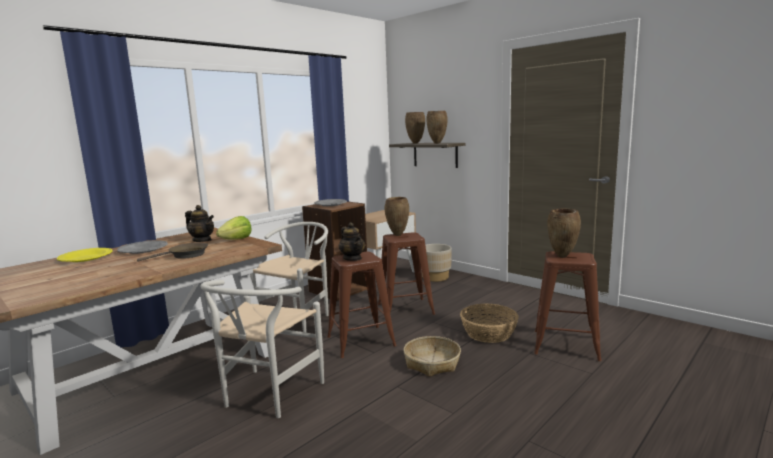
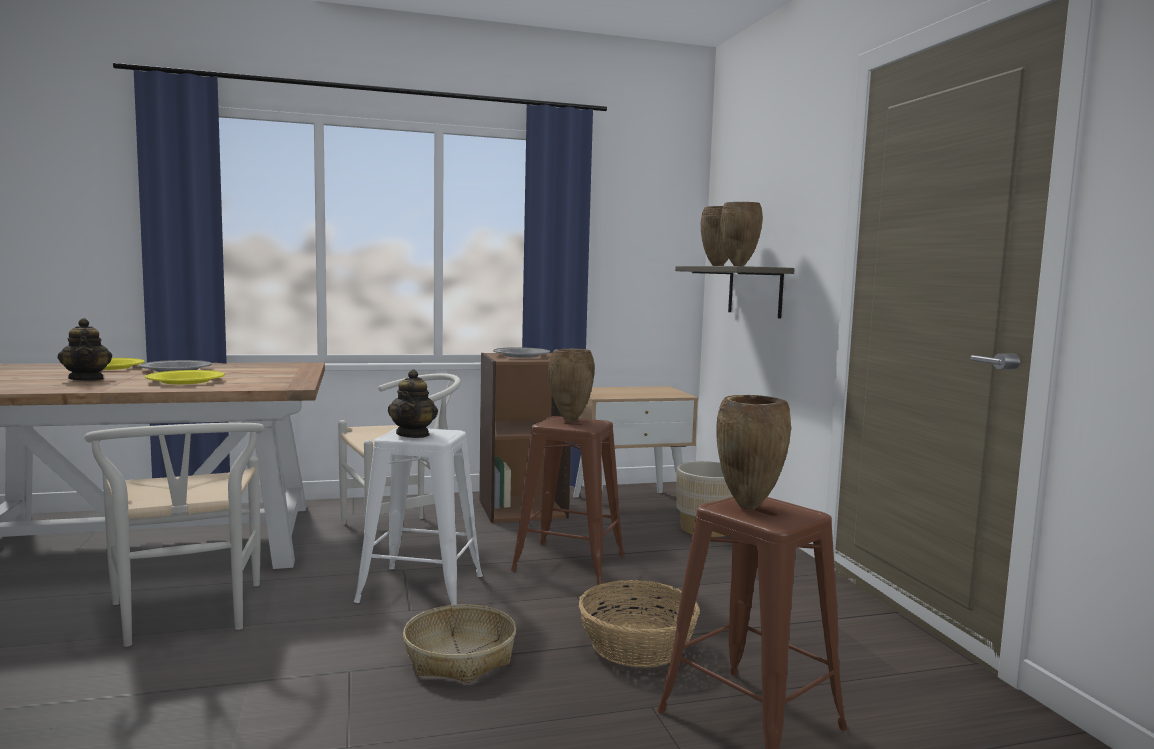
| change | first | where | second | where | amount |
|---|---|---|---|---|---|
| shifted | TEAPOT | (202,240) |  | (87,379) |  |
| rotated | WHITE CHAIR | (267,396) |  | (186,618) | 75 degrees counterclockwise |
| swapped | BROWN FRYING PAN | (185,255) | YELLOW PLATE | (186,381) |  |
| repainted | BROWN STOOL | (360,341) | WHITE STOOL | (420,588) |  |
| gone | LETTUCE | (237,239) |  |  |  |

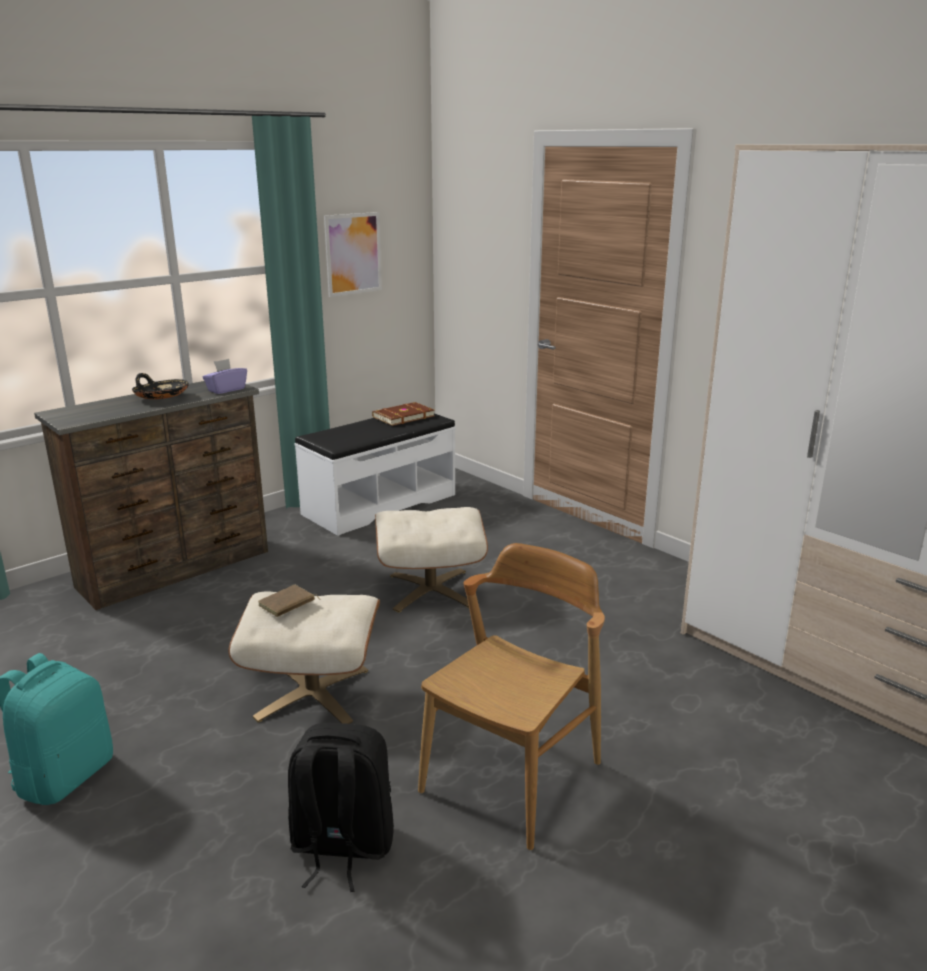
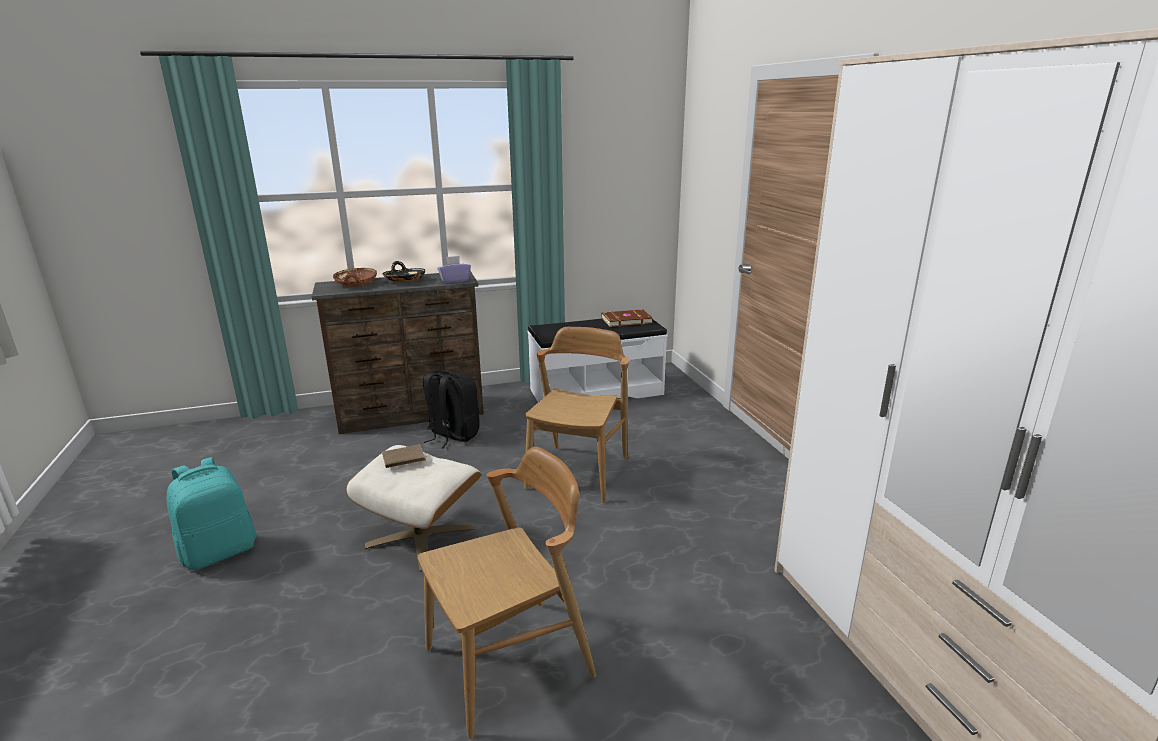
| change | first | where | second | where | amount |
|---|---|---|---|---|---|
| new |  |  | BROWN BOWL | (356,284) |  |
| shifted | BLACK BACKPACK | (341,847) |  | (452,435) |  |
| swapped | BEIGE OTTOMAN | (431,590) | BROWN CHAIR | (578,472) |  |
| gone | PICTURE | (353,254) |  |  |  |

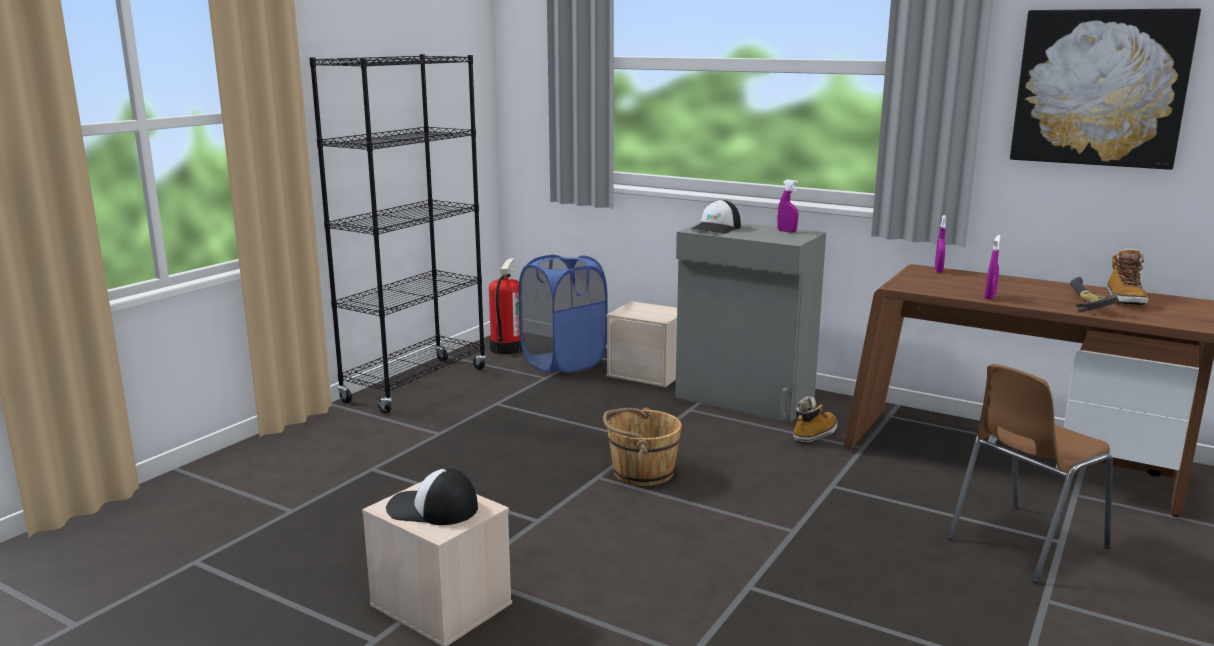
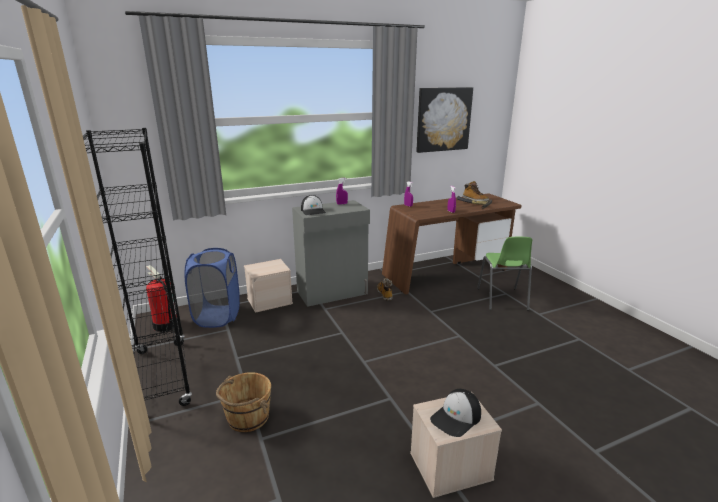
| change | first | where | second | where | amount |
|---|---|---|---|---|---|
| shifted | BROWN BUCKET | (641,472) |  | (247,417) |  |
| repainted | BROWN CHAIR | (1024,543) | GREEN CHAIR | (502,299) |  |

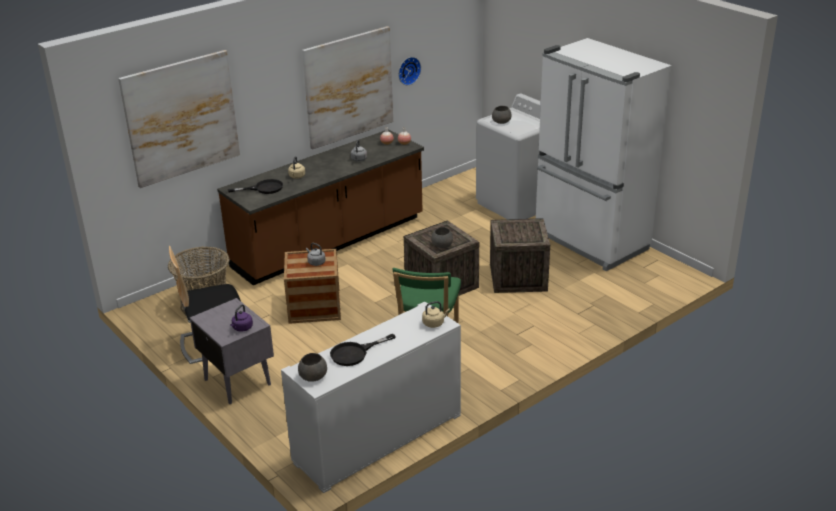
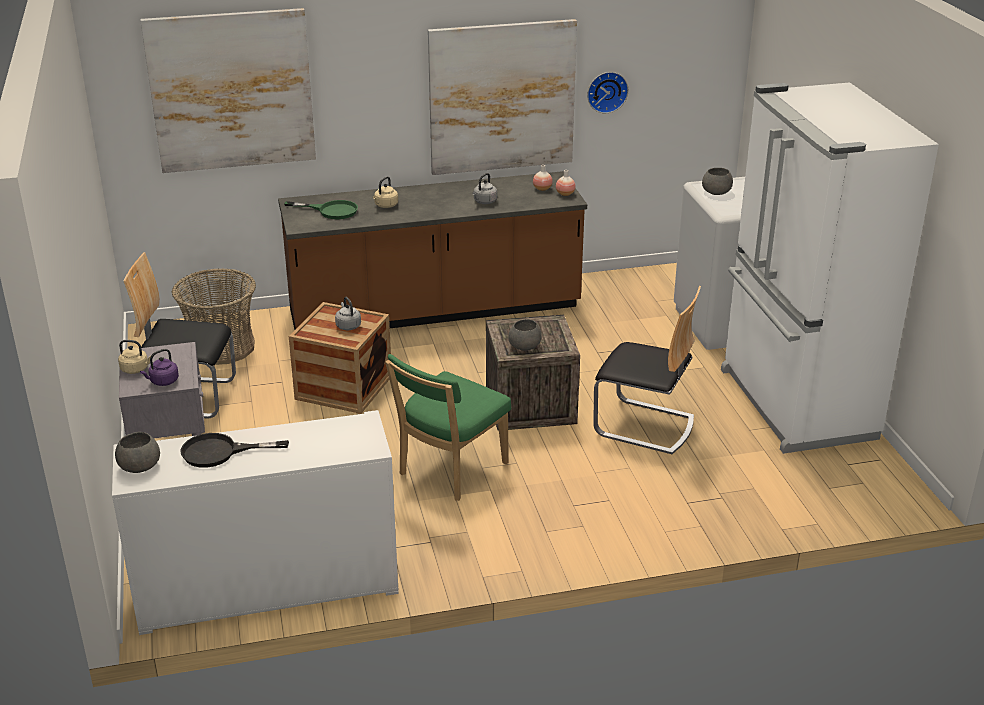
| change | first | where | second | where | amount |
|---|---|---|---|---|---|
| shifted | BEIGE KETTLE | (434,323) |  | (136,369) |  |
| repainted | BLACK FRYING PAN | (263,188) | GREEN FRYING PAN | (331,211) |  |
| swapped | CRATE | (518,277) | CHAIR | (644,425) |  |

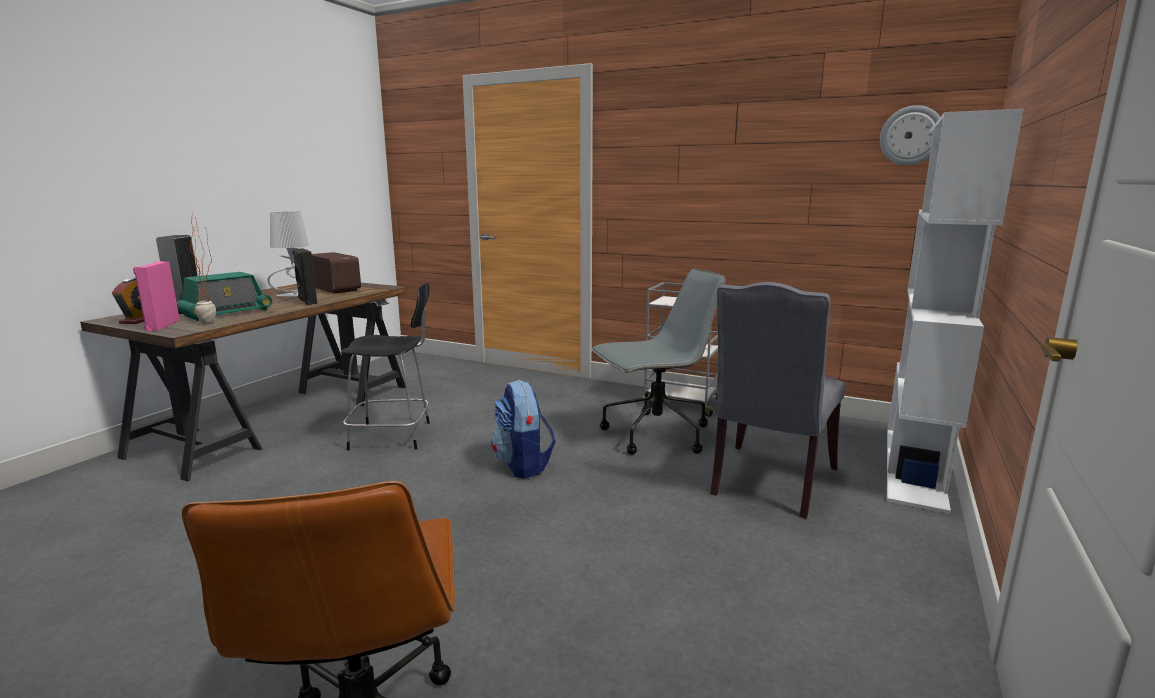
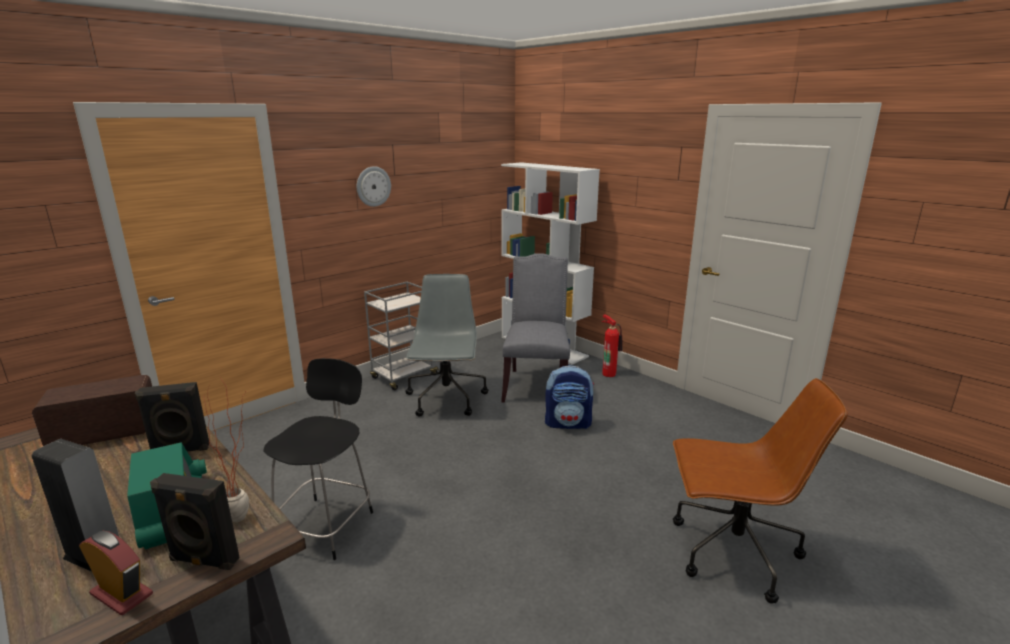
| change | first | where | second | where | amount |
|---|---|---|---|---|---|
| repainted | PINK SPEAKER | (161,325) | BLACK SPEAKER | (203,561) |  |
| shifted | WALL CLOCK | (911,135) |  | (373,186) |  |
| rotated | GREY CHAIR | (770,483) |  | (536,385) | 135 degrees counterclockwise |
| shifted | BACKPACK | (523,465) |  | (568,423) |  |
| new |  |  | FIRE EXTINGUISHER | (609,373) |  |
| gone | GREY TABLE LAMP | (294,296) |  |  |  |

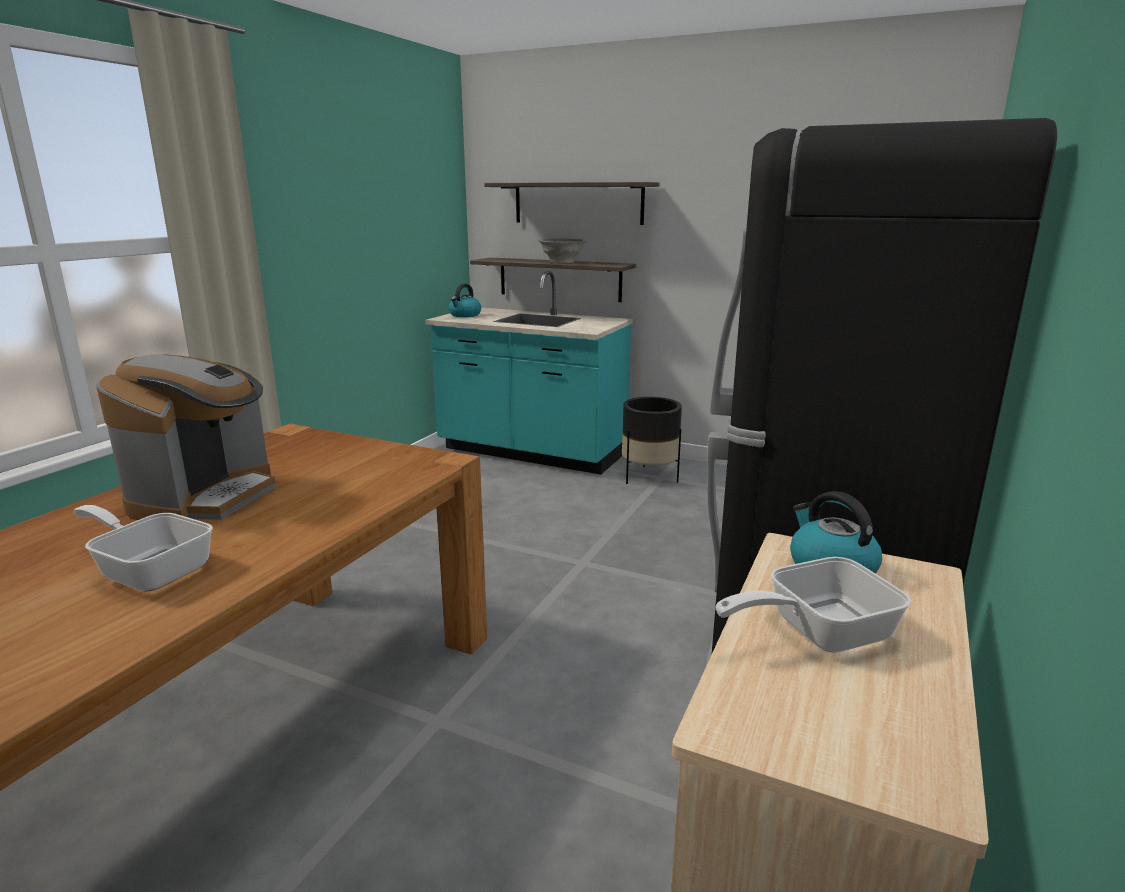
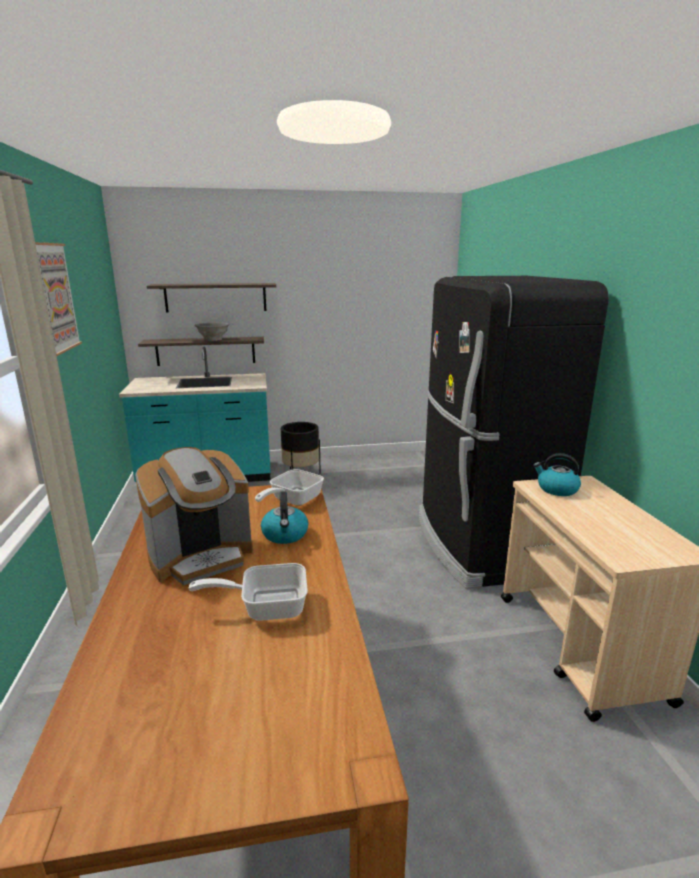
| change | first | where | second | where | amount |
|---|---|---|---|---|---|
| new |  |  | PICTURE | (56,297) |  |
| rotated | COFFEE MACHINE | (206,497) |  | (201,556) | 75 degrees clockwise |
| shifted | FRYING PAN | (817,632) |  | (292,500) |  |
| shifted | KETTLE | (465,315) |  | (285,535) |  |

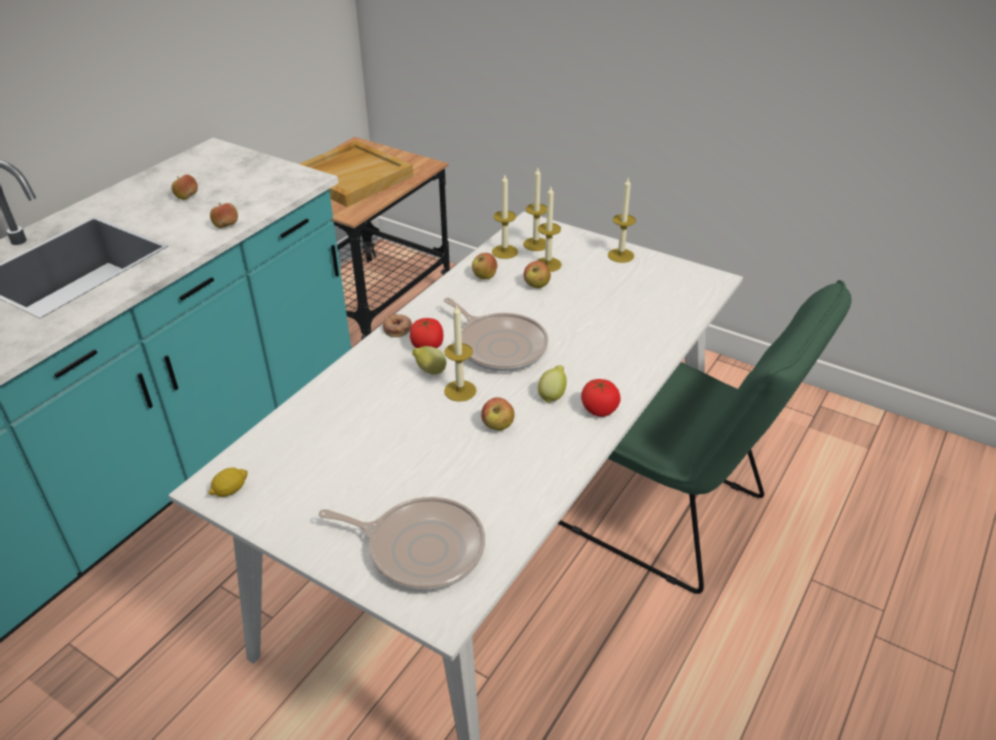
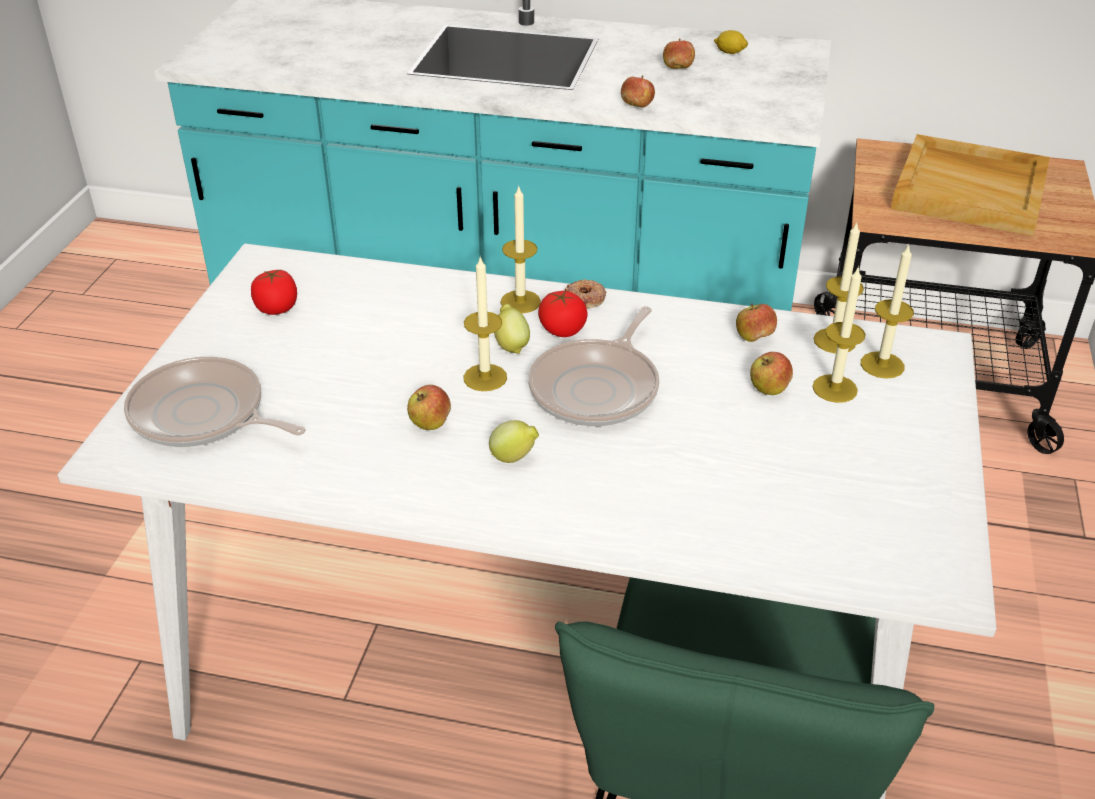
| change | first | where | second | where | amount |
|---|---|---|---|---|---|
| rotated | FRYING PAN | (420,548) |  | (203,415) | 120 degrees clockwise |
| shifted | TOMATO | (599,409) |  | (277,308) |  |
| shifted | CANDLE | (620,255) |  | (520,302) |  |
| shifted | LEMON | (230,490) |  | (730,52) |  |

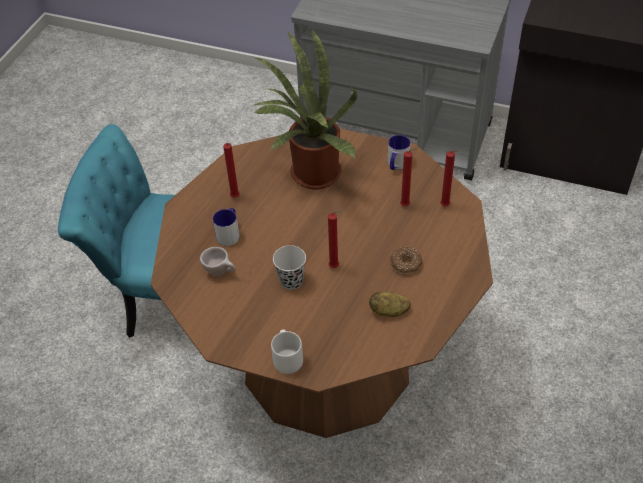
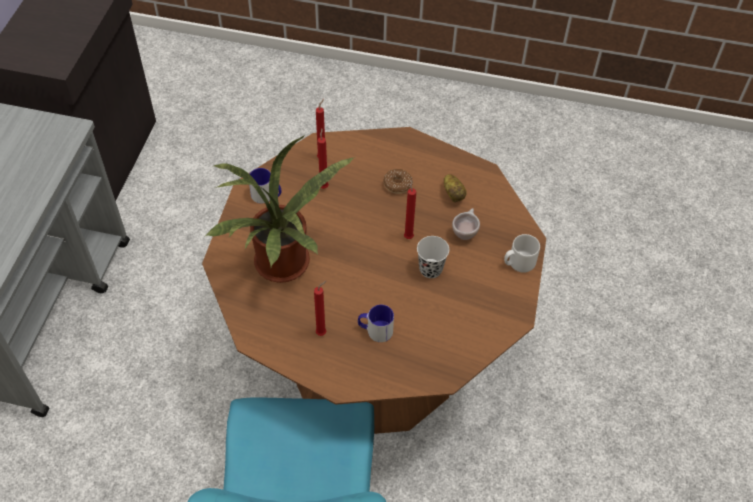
| change | first | where | second | where | amount |
|---|---|---|---|---|---|
| shifted | BEIGE CUP | (221,272) |  | (465,232) |  |

